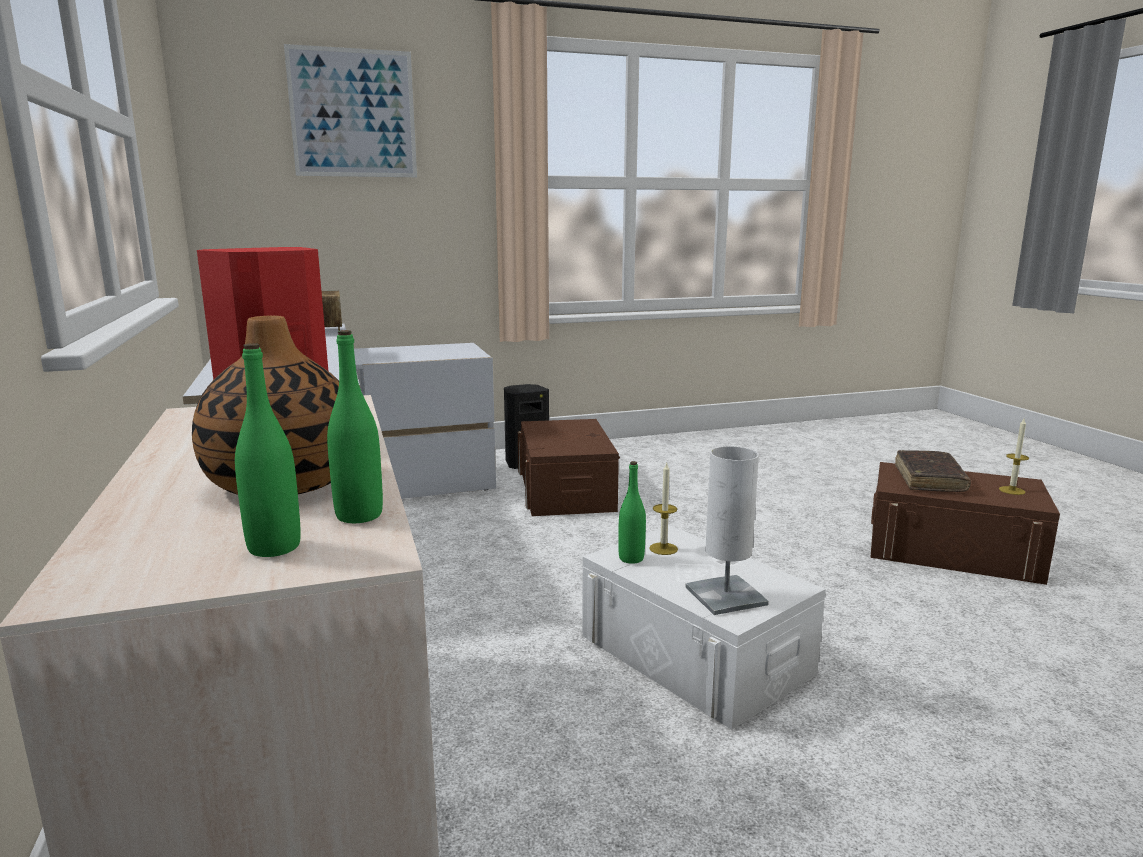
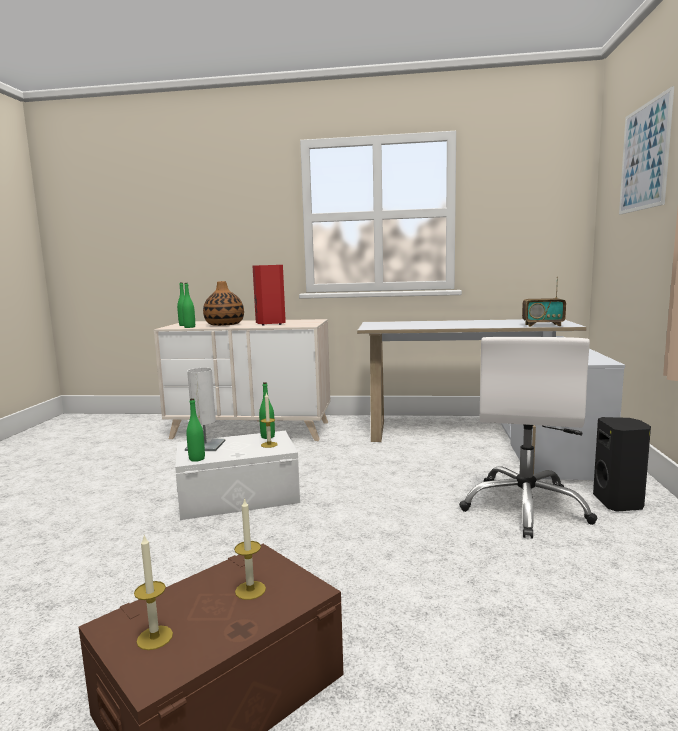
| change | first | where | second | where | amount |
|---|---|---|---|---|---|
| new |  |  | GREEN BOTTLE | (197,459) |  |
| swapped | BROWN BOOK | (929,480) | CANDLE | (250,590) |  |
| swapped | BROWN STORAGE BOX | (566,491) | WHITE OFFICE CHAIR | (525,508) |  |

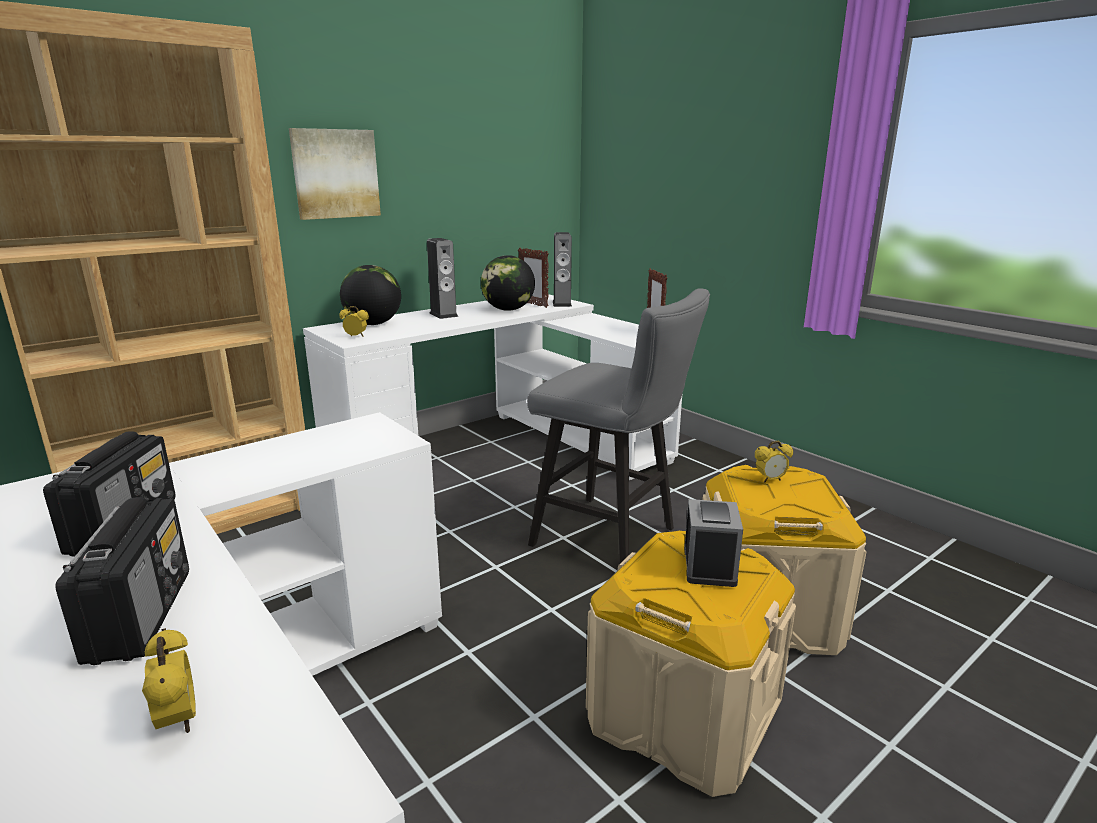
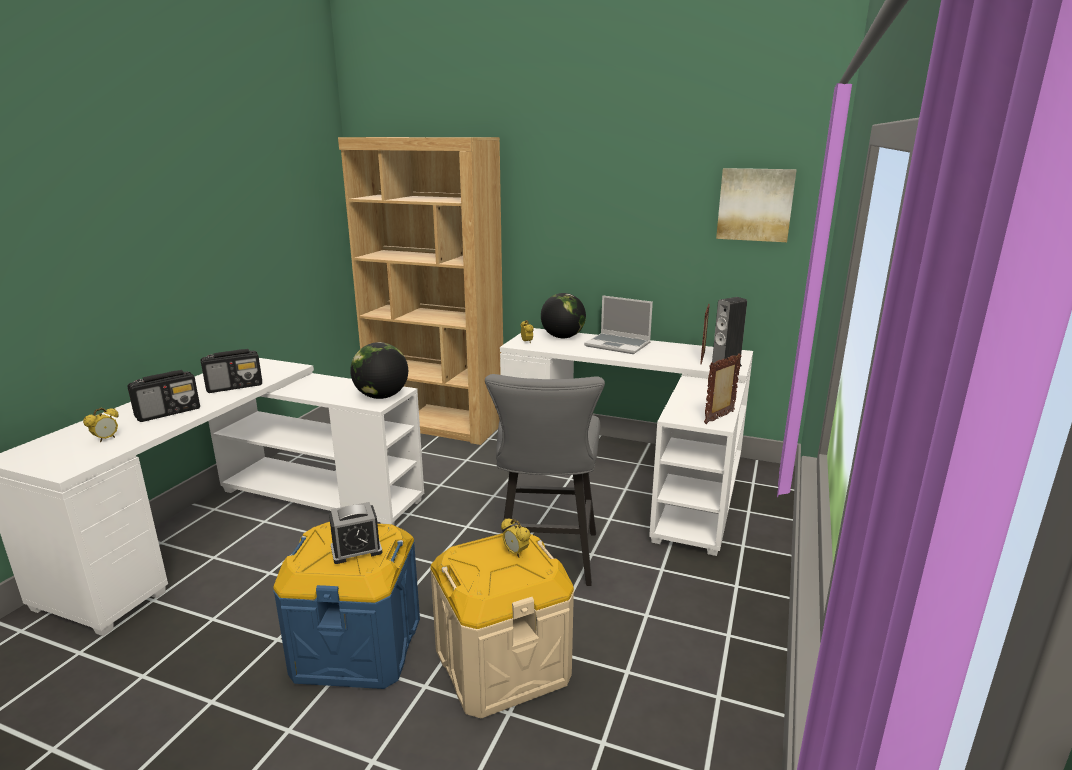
| change | first | where | second | where | amount |
|---|---|---|---|---|---|
| repainted | BEIGE STORAGE BOX | (682,714) | BLUE STORAGE BOX | (357,647) |  |
| shifted | GLOBE | (508,310) |  | (381,396) |  |
| swapped | SPEAKER | (443,314) | LAPTOP | (618,345) |  |
| shifted | PICTURE | (335,174) |  | (755,204) |  |

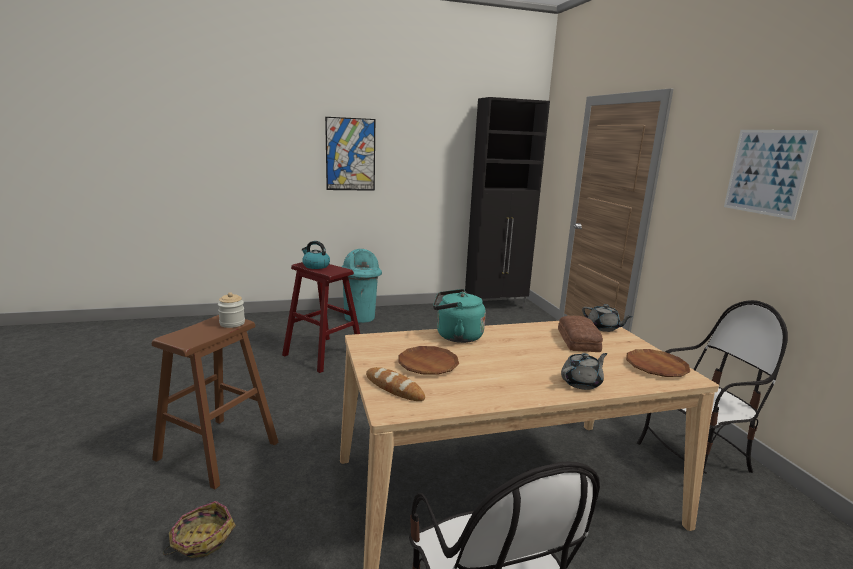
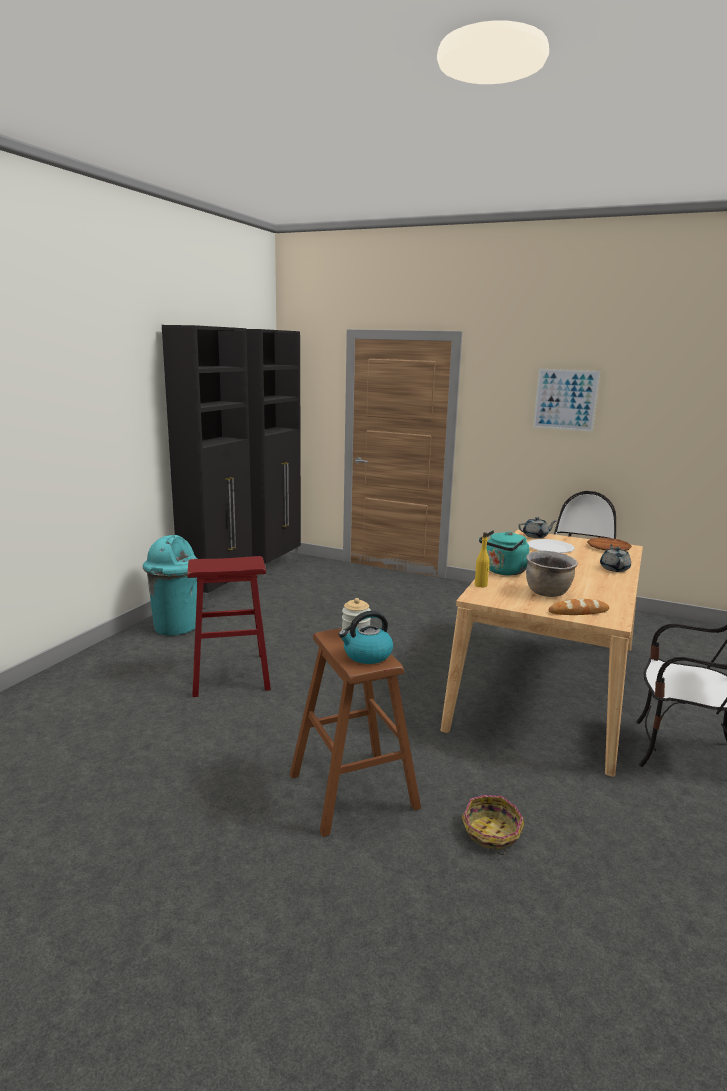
| change | first | where | second | where | amount |
|---|---|---|---|---|---|
| new |  |  | BLACK CABINET | (218,593) |  |
| shifted | KETTLE | (315,266) |  | (367,655) |  |
| new |  |  | YELLOW BOTTLE | (481,585) |  |
| swapped | BROWN PLATE | (428,364) | BROWN COOKING POT | (548,593) |  |
| swapped | BREAD | (579,340) | WHITE PLATE | (550,548) |  |
| gone | PICTURE | (350,154) |  |  |  |

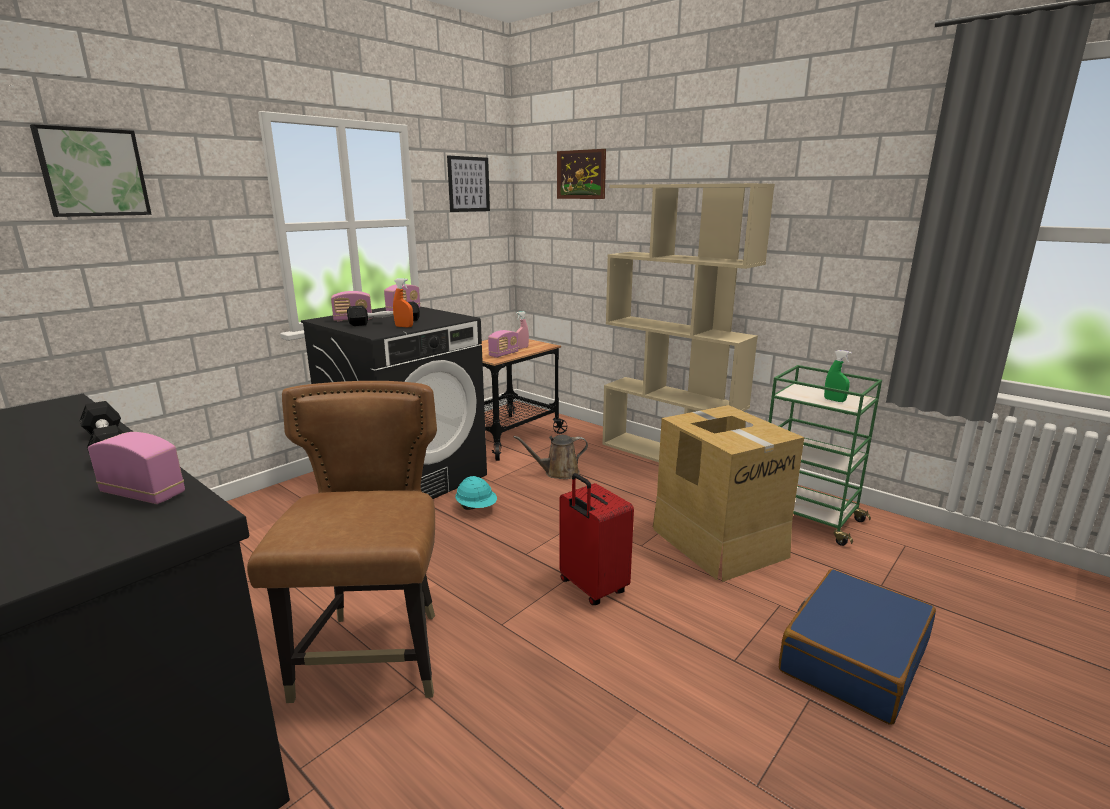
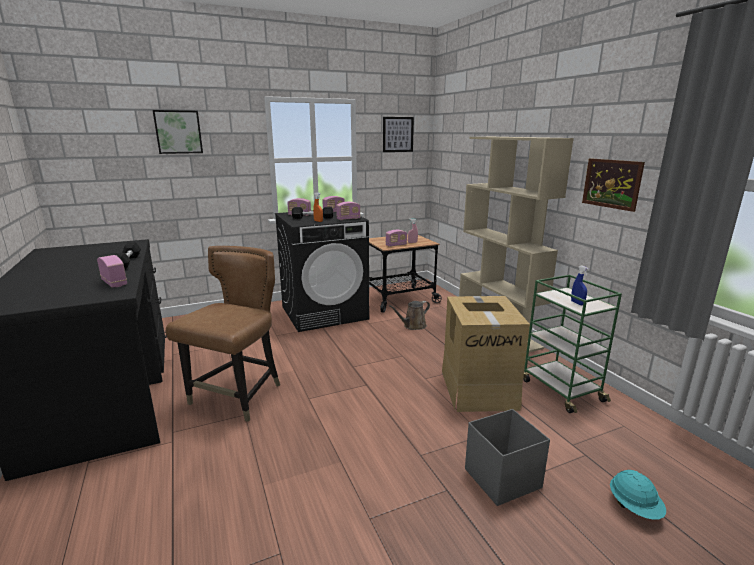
| change | first | where | second | where | amount |
|---|---|---|---|---|---|
| new |  |  | RADIO | (348,219) |  |
| rotated | BROWN WATERING CAN | (558,473) |  | (413,326) | 45 degrees counterclockwise |
| swapped | BLUE SUITCASE | (852,658) | GREY STORAGE BOX | (501,478) |  |
| repainted | GREEN SPRAY BOTTLE | (834,400) | BLUE SPRAY BOTTLE | (577,303) |  |
| shifted | PICTURE | (581,174) |  | (611,183) |  |
| shifted | TURQUOISE HARD HAT | (477,508) |  | (634,507) |  |
| gone | RED SUITCASE | (591,588) |  |  |  |

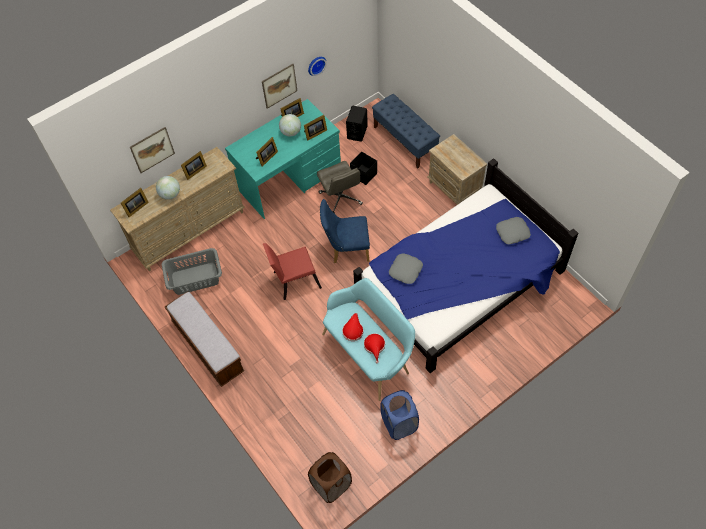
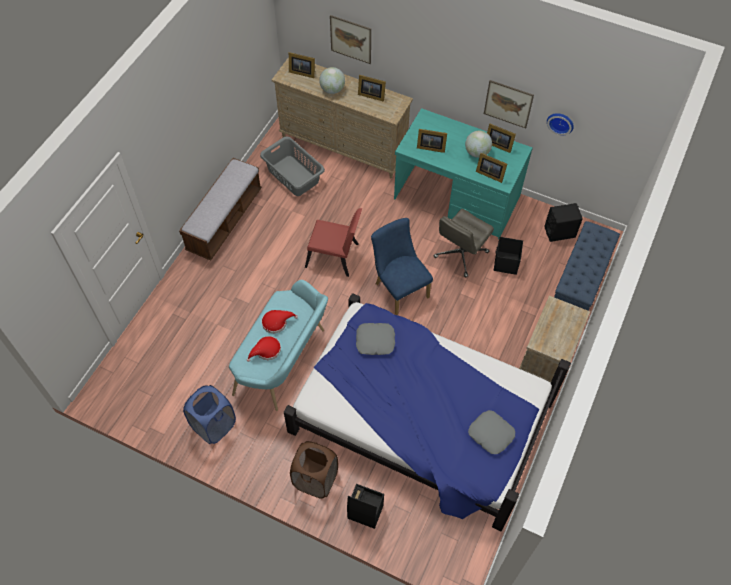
| change | first | where | second | where | amount |
|---|---|---|---|---|---|
| shifted | BROWN LAUNDRY BASKET | (331,485) |  | (315,480) |  |
| rotated | RED CHAIR | (294,280) |  | (335,257) | 150 degrees clockwise |
| new |  |  | BLACK STORAGE BOX | (364,512) |  |

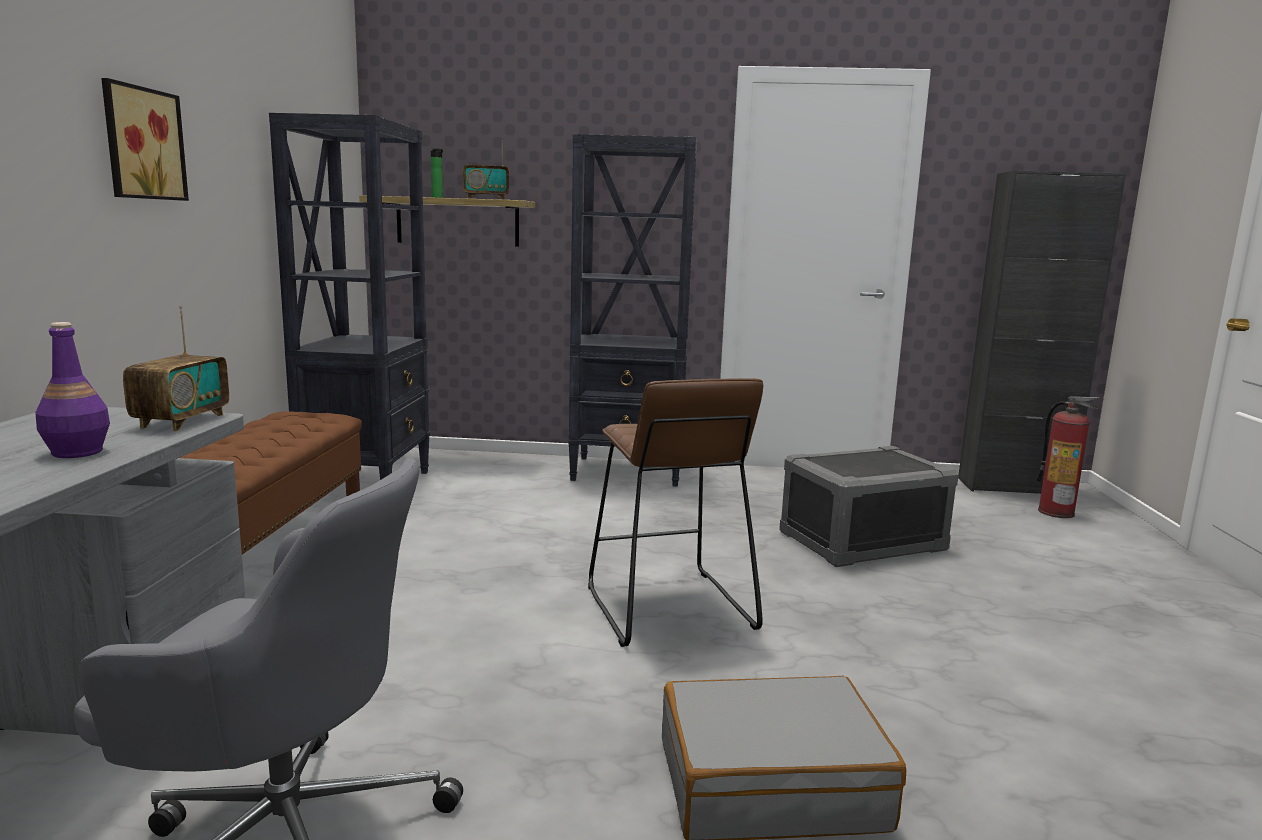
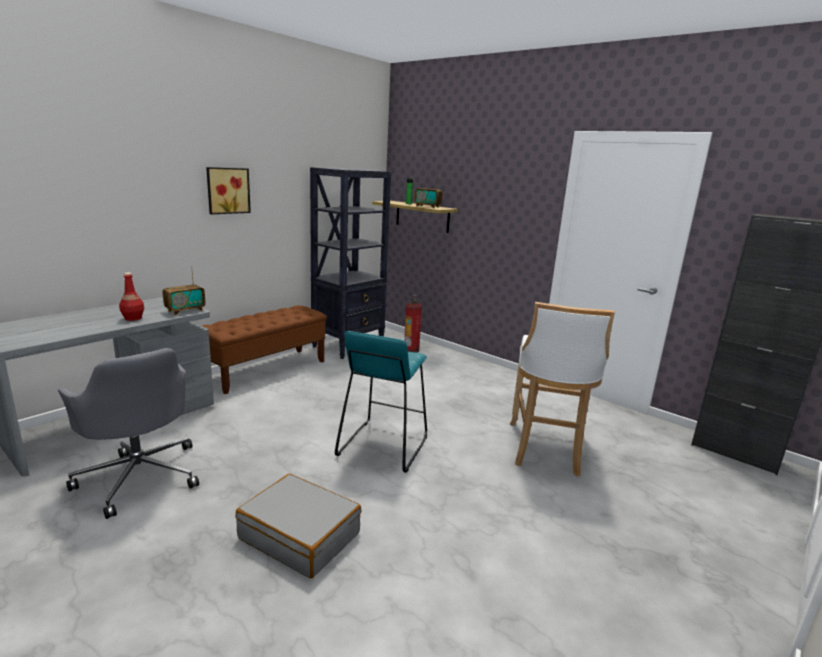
| change | first | where | second | where | amount |
|---|---|---|---|---|---|
| repainted | PURPLE BOTTLE | (77,452) | RED BOTTLE | (133,318) |  |
| repainted | BROWN STOOL | (667,607) | TURQUOISE STOOL | (382,446) |  |
| shifted | FIRE EXTINGUISHER | (1056,512) |  | (411,350) |  |
| swapped | GREY STORAGE BOX | (862,542) | WHITE STOOL | (546,450) |  |
| gone | BLACK BOOKCASE | (628,471) |  |  |  |

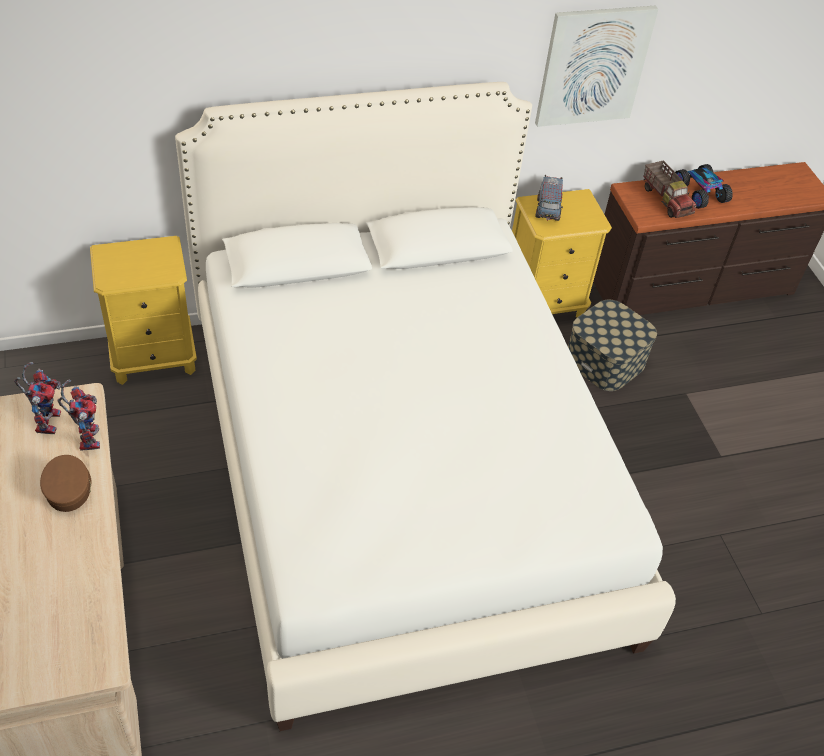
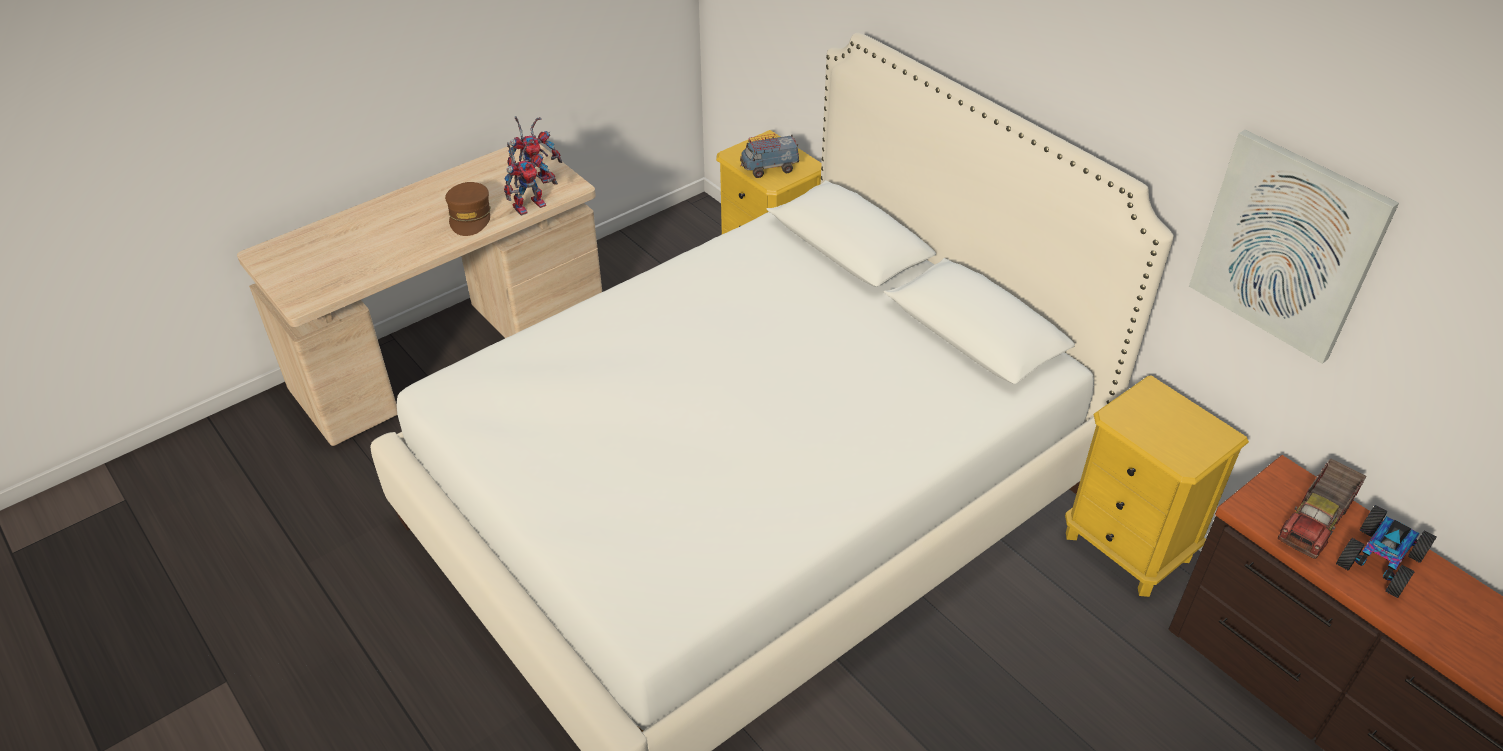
| change | first | where | second | where | amount |
|---|---|---|---|---|---|
| rotated | BROWN CAP | (68,488) |  | (470,217) | 120 degrees clockwise |
| shifted | TOY TRUCK | (548,210) |  | (769,168) |  |
| gone | STORAGE BOX | (605,360) |  |  |  |

